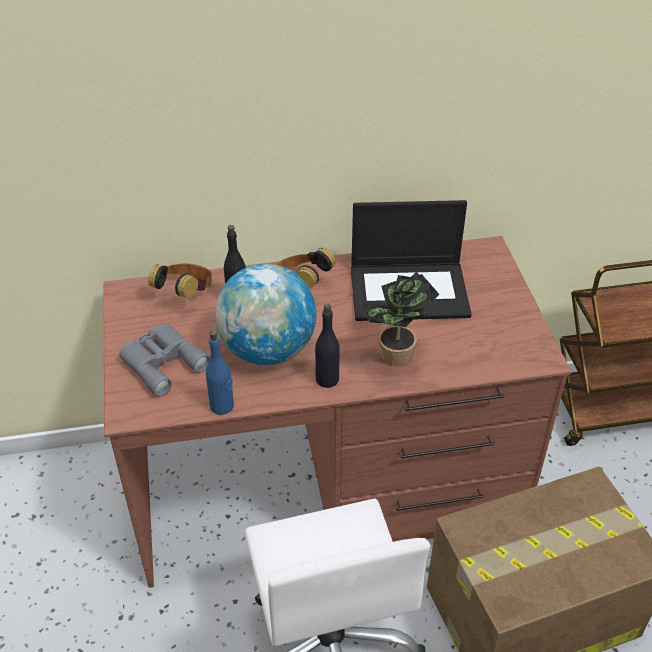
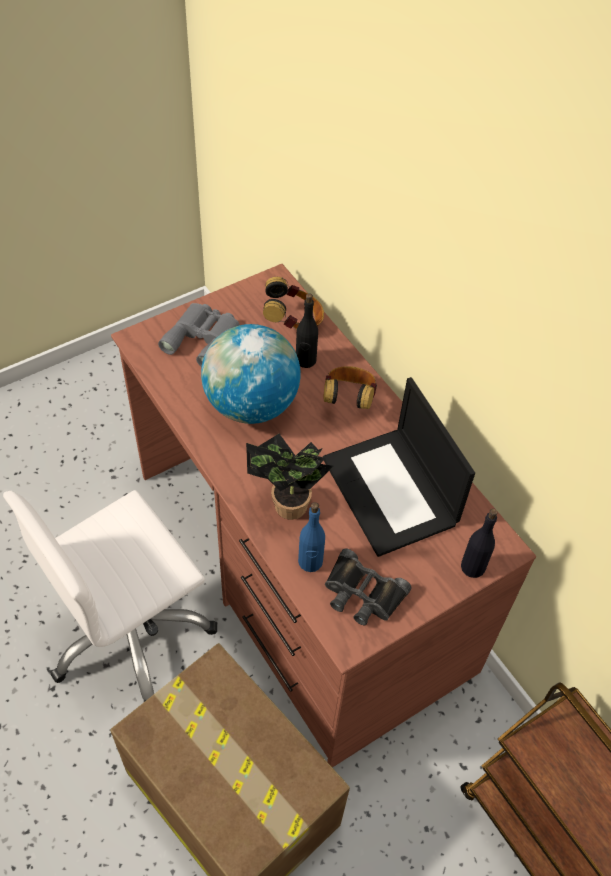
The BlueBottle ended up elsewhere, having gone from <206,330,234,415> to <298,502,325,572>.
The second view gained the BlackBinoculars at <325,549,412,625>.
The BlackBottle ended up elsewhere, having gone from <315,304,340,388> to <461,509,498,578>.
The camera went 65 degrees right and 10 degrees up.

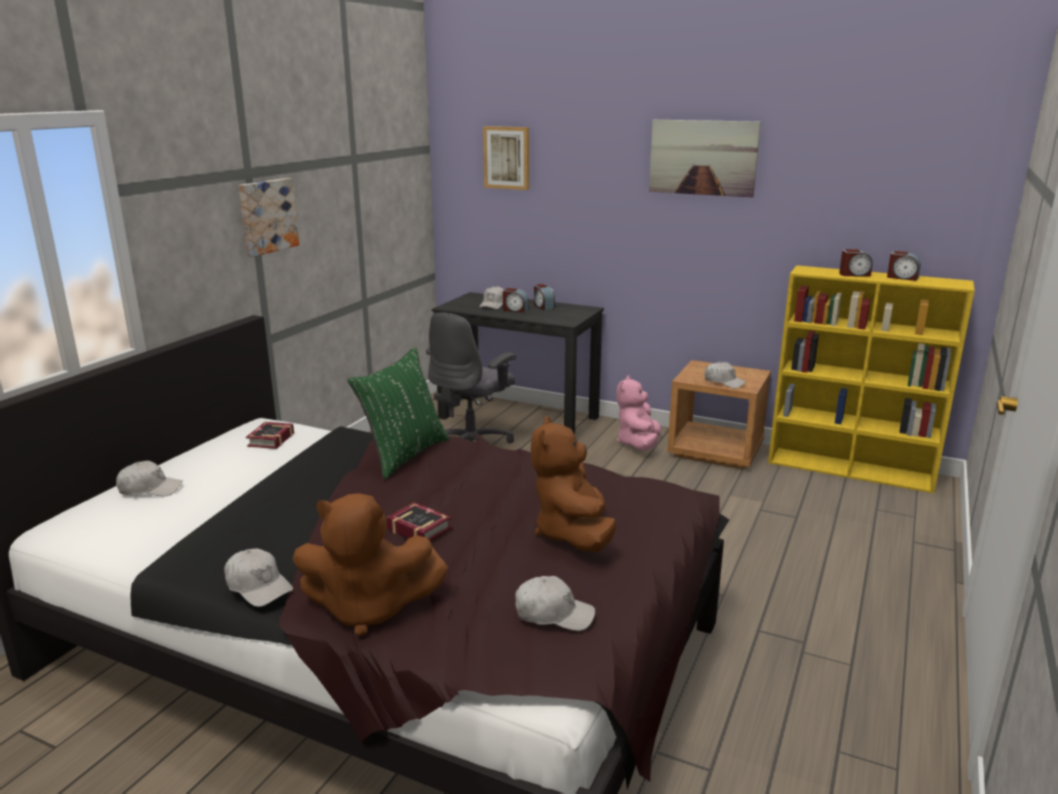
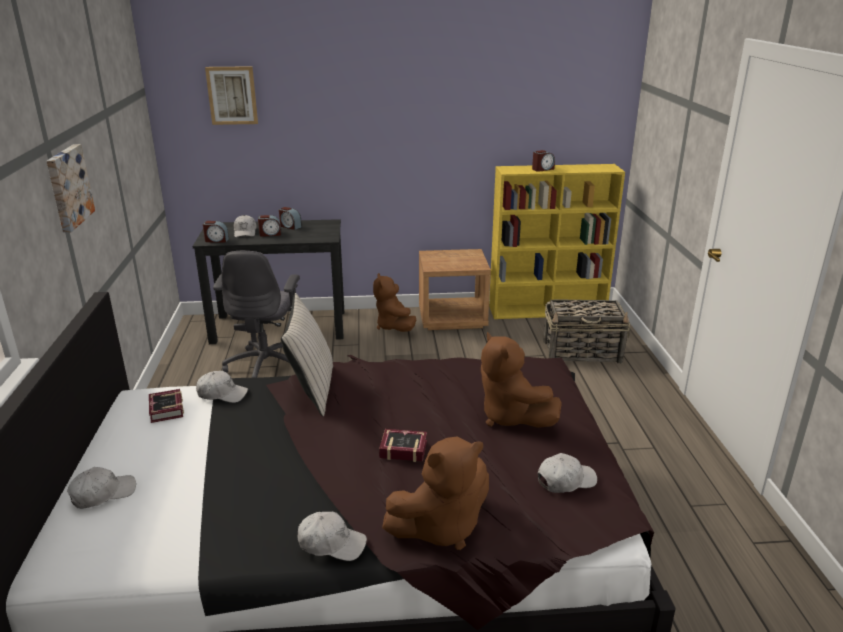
The WhiteCap ended up elsewhere, having gone from <705,362,746,389> to <196,371,248,403>.
The AlarmClock ended up elsewhere, having gone from <887,251,921,281> to <203,221,229,243>.
What was the GreenPillow at <347,347,449,480> turned into the BeigePillow at <281,293,333,417>.
What was the PinkPlushToy at <617,375,661,451> turned into the BrownPlushToy at <373,273,416,332>.
The second view gained the Basket at <543,300,630,364>.
The second view lost the Picture at <649,120,761,197>.
The camera went 30 degrees left and 5 degrees up.

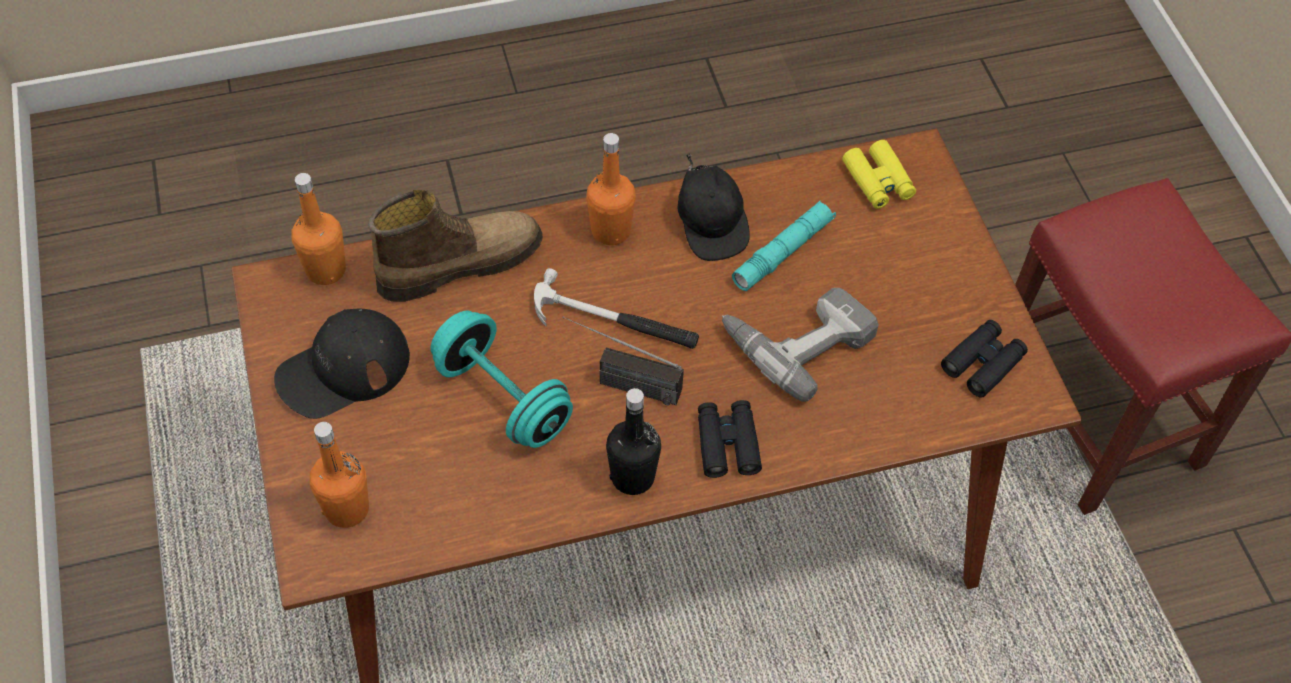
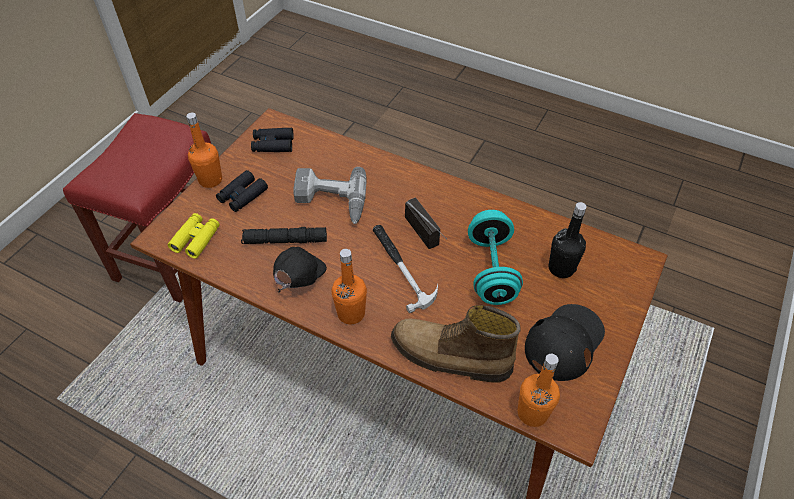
The OrangeBottle ended up elsewhere, having gone from <310,422,369,528> to <186,113,222,188>.
The BlackBinoculars ended up elsewhere, having gone from <698,400,762,478> to <216,170,268,212>.
What was the TurquoiseFlashlight at <732,201,836,291> turned into the BlackFlashlight at <241,227,327,244>.
The BlackCap at <274,309,410,419> ended up facing another way, 60 degrees counterclockwise from before.
The BlackBottle ended up elsewhere, having gone from <606,388,661,495> to <549,202,587,278>.
The camera went 135 degrees left and 5 degrees down.

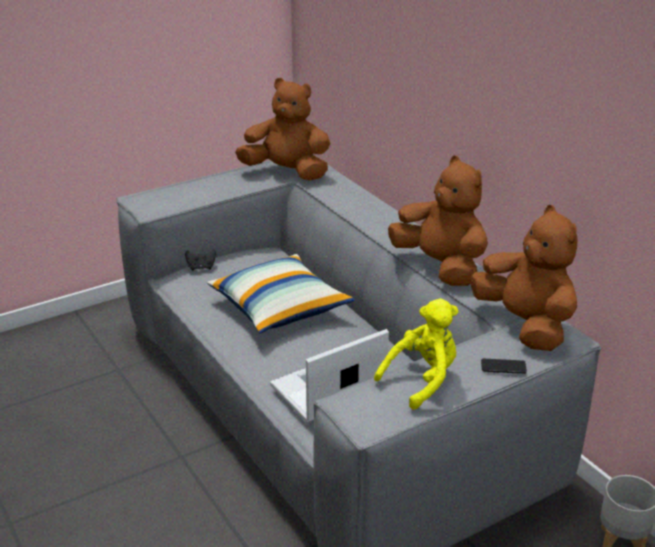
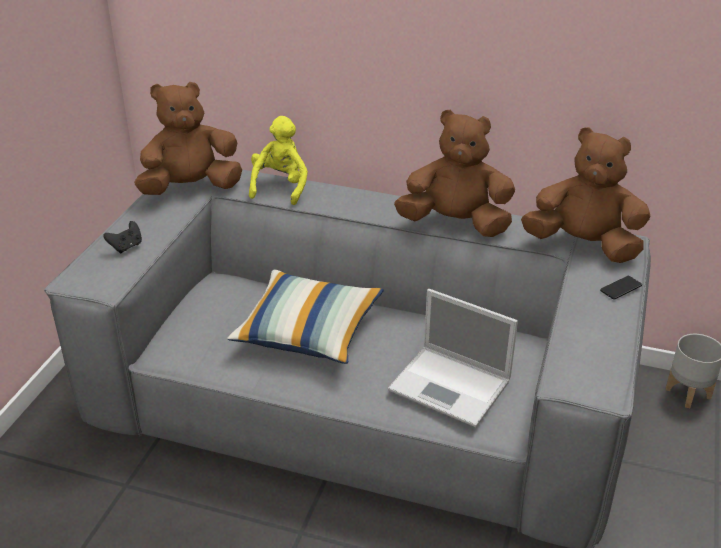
The BlackGameController ended up elsewhere, having gone from <185,249,216,270> to <103,221,142,253>.
The YellowPlushToy ended up elsewhere, having gone from <374,298,459,410> to <249,116,308,205>.
The Laptop at <270,329,389,422> ended up facing another way, 75 degrees counterclockwise from before.
The camera went 40 degrees left and 5 degrees up.

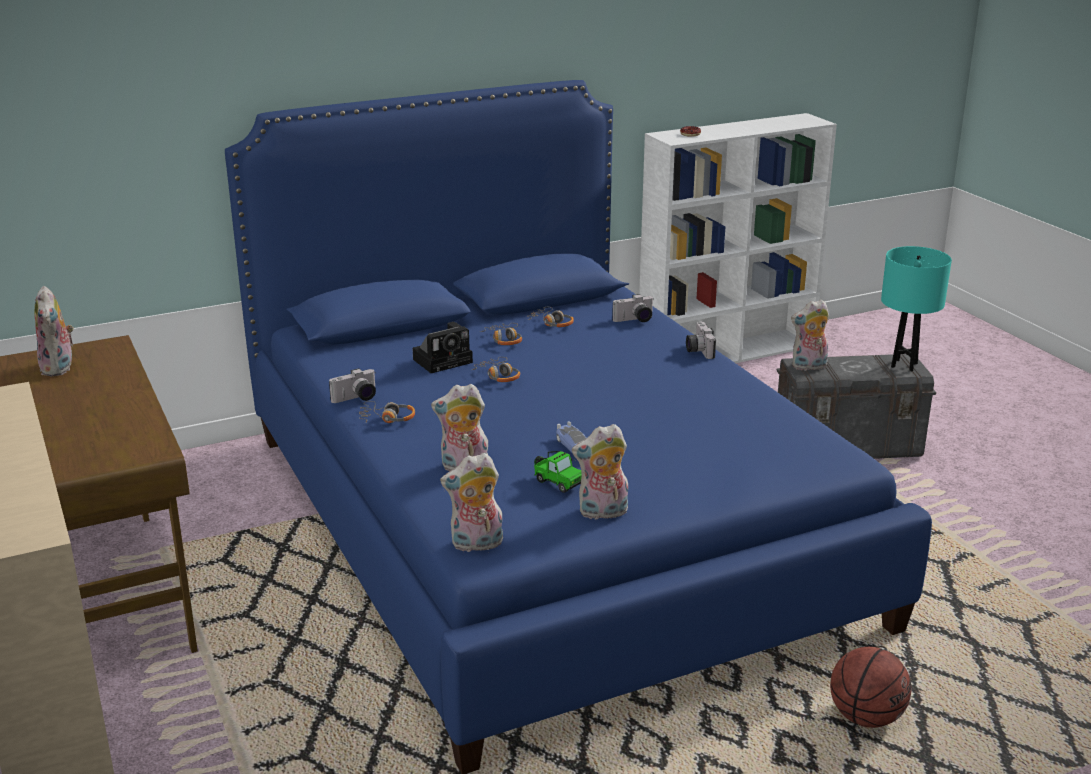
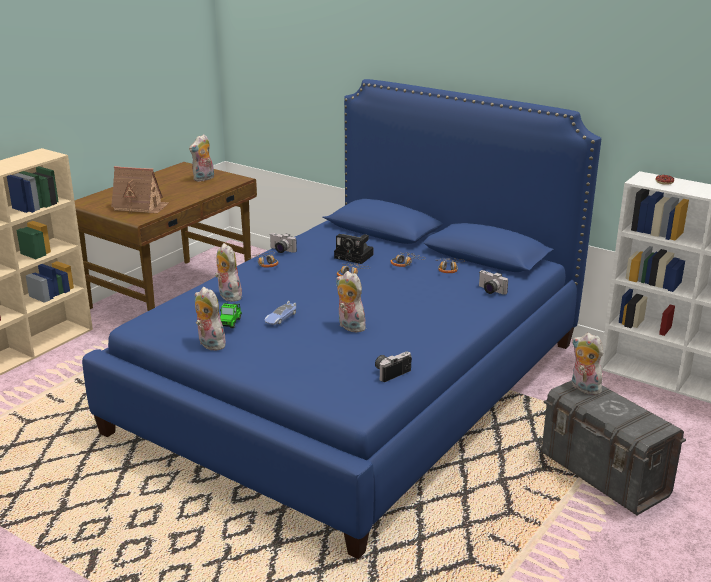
The second view gained the ToyHouse at <111,166,169,214>.
The PlushToy ended up elsewhere, having gone from <440,453,503,552> to <336,271,366,333>.
The PhotoCamera ended up elsewhere, having gone from <686,322,716,359> to <375,352,412,382>.
The second view lost the Basketball at <830,647,911,728>.
The second view lost the TurquoiseTableLamp at <881,246,952,372>.
The camera went 60 degrees right and 0 degrees up.

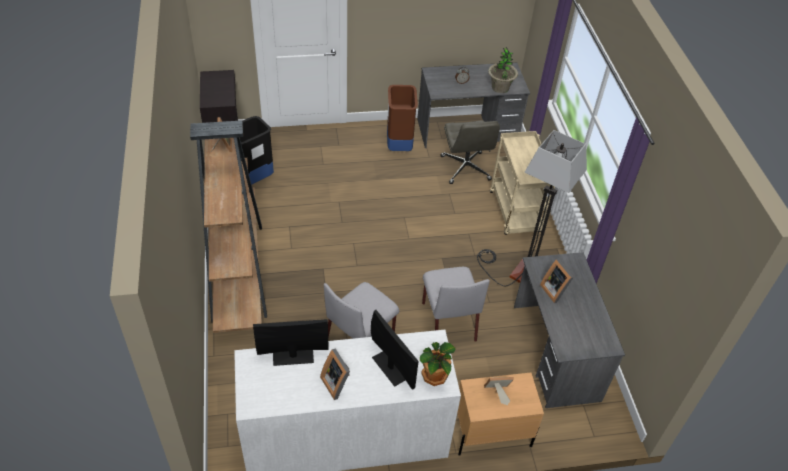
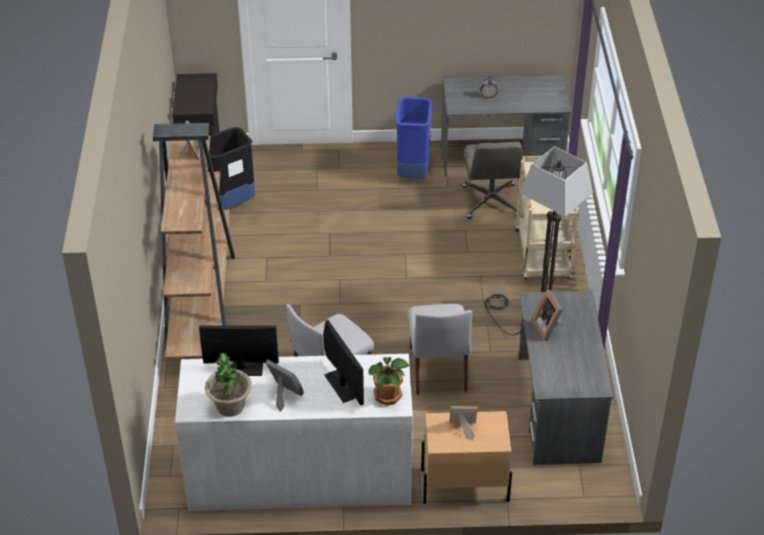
The PottedPlant ended up elsewhere, having gone from <488,47,518,93> to <205,353,252,417>.
The PictureFrame at <320,349,350,400> ended up facing another way, 150 degrees clockwise from before.
What was the BrownTrashCan at <387,85,418,151> turned into the BlueTrashCan at <396,97,433,178>.
The camera went 10 degrees right and 5 degrees down.

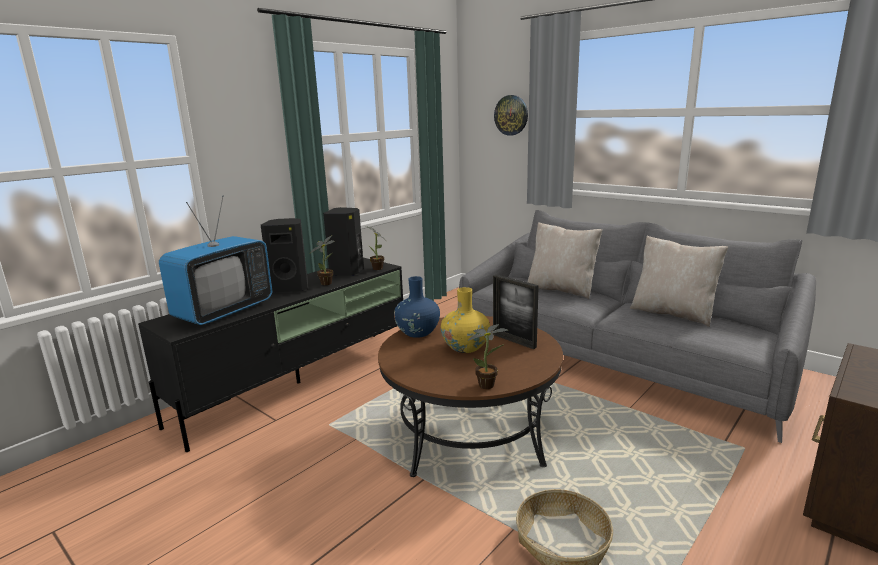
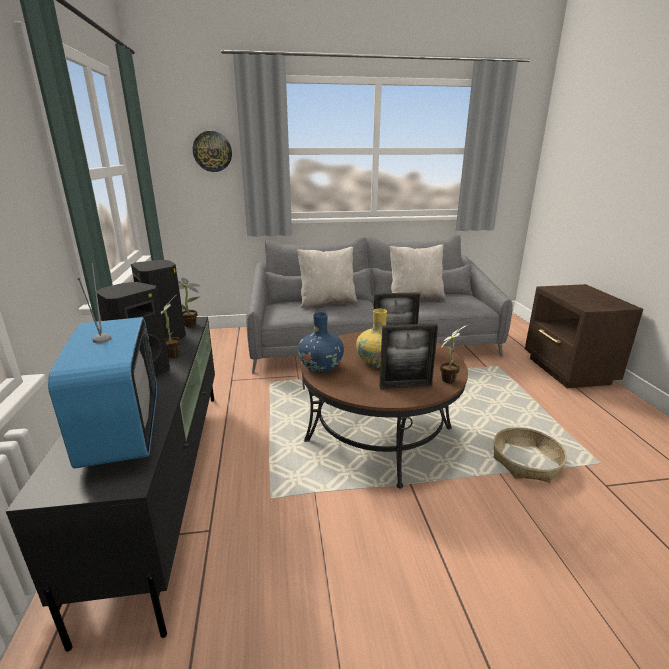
The second view gained the PictureFrame at <379,323,438,389>.
The camera went 50 degrees left and 5 degrees up.

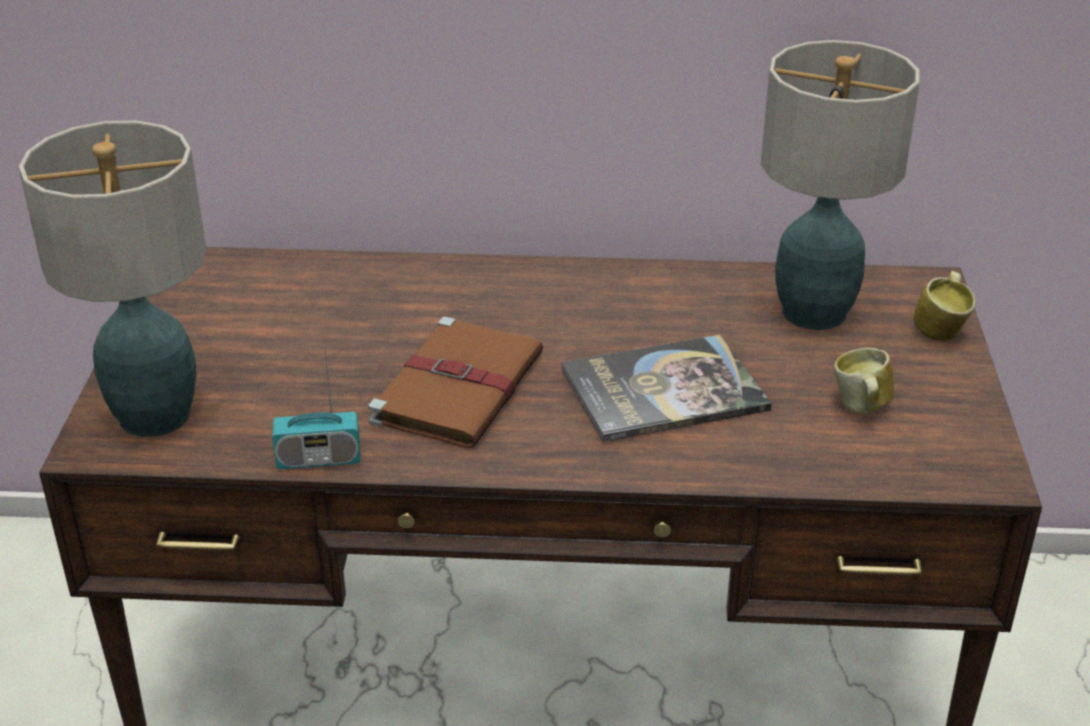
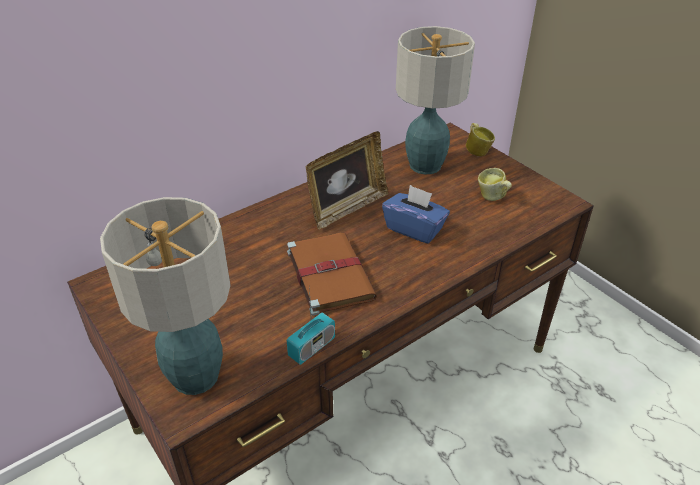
The second view gained the PictureFrame at <305,131,389,230>.
Where the Book stood at <561,335,772,442>, the BlueTissueBox came to stand at <382,185,450,244>.
The camera went 40 degrees left and 5 degrees up.

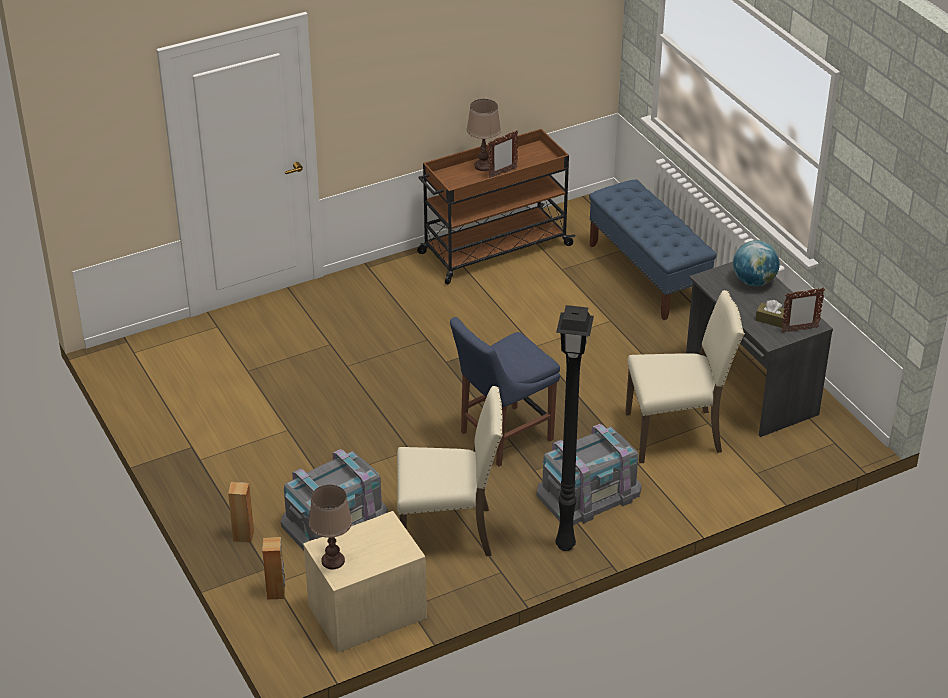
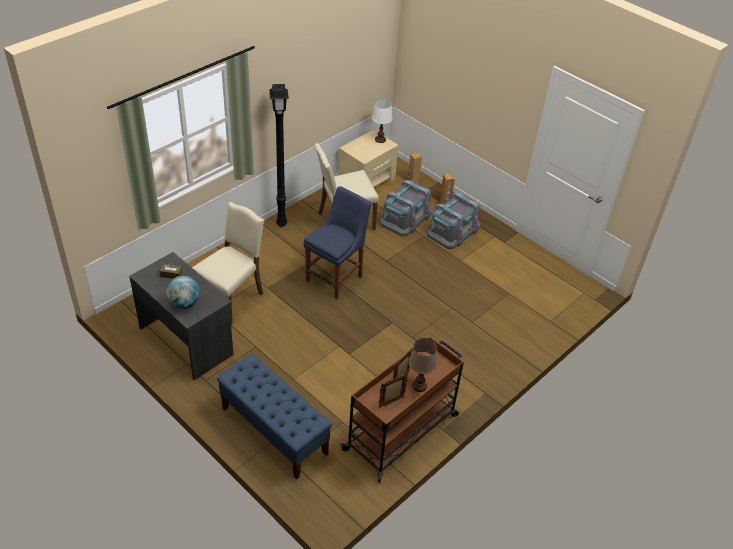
The BeigeChair at <625,290,745,463> ended up facing another way, 150 degrees clockwise from before.
What was the BrownTableLamp at <309,485,352,569> turned into the WhiteTableLamp at <372,99,393,143>.
The PictureFrame ended up elsewhere, having gone from <781,288,825,333> to <378,373,408,408>.
The GreyStorageBox ended up elsewhere, having gone from <536,424,642,525> to <427,192,481,249>.
The camera went 160 degrees right and 5 degrees up.

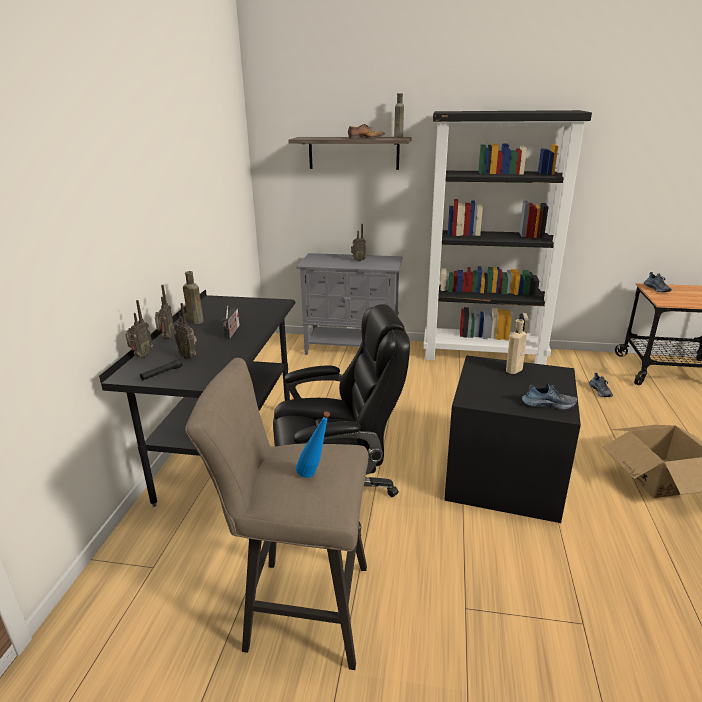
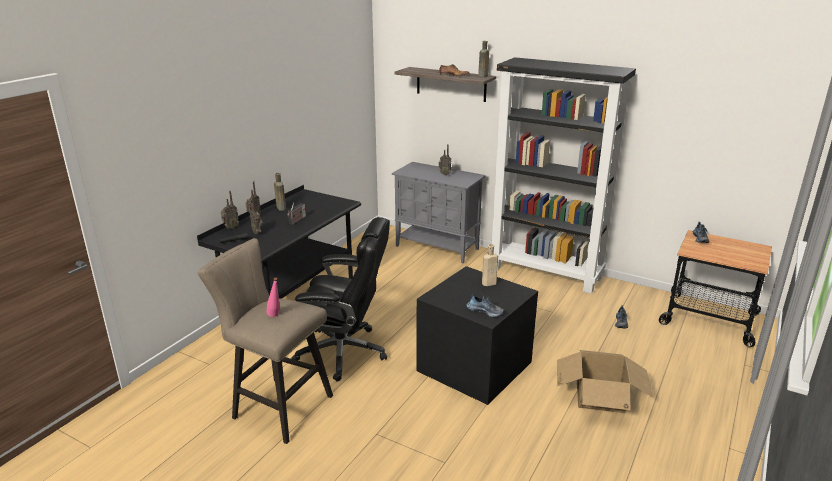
What was the BlueBottle at <296,411,330,478> turned into the PinkBottle at <267,277,280,317>.
The camera went 20 degrees right and 0 degrees up.

